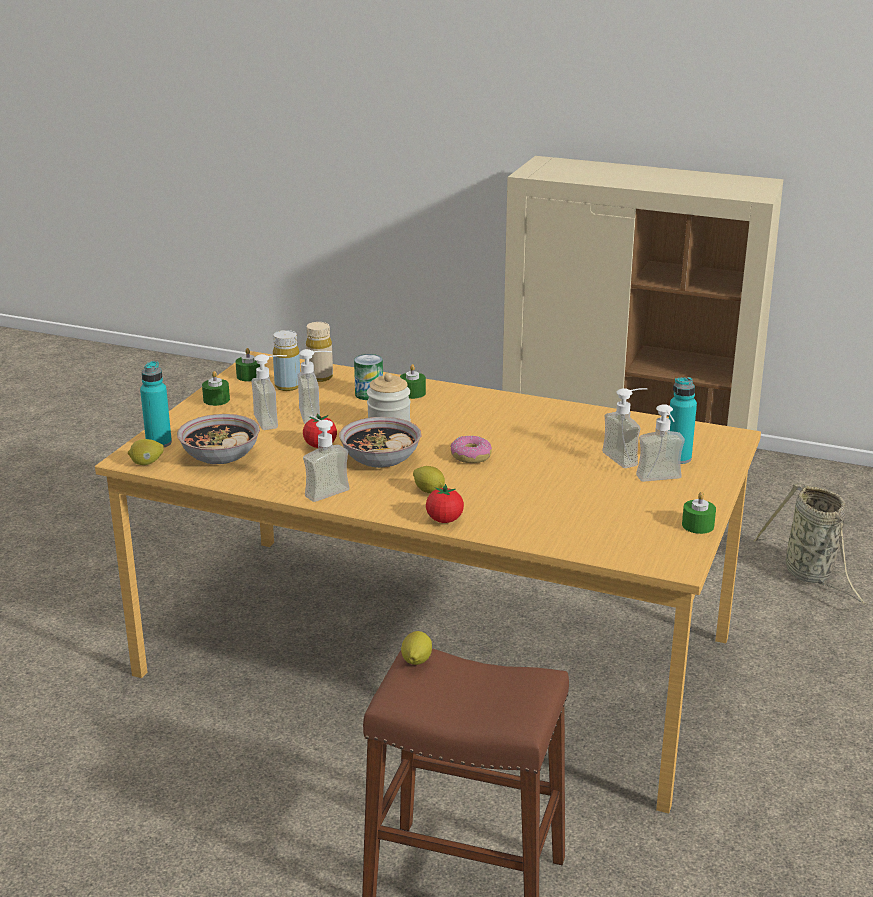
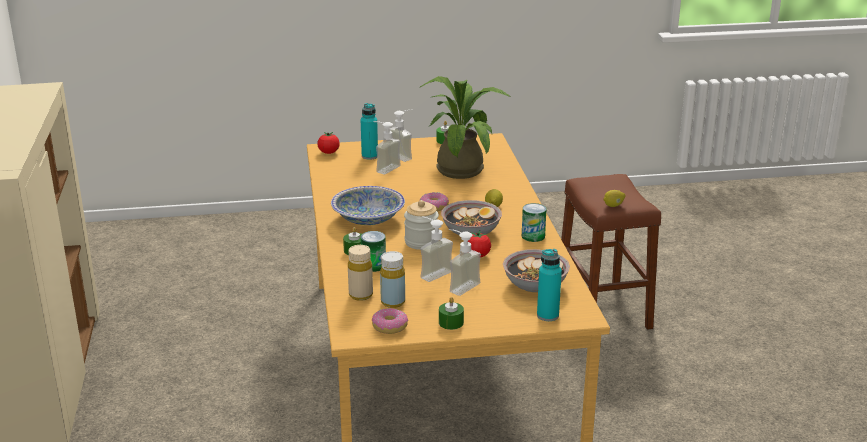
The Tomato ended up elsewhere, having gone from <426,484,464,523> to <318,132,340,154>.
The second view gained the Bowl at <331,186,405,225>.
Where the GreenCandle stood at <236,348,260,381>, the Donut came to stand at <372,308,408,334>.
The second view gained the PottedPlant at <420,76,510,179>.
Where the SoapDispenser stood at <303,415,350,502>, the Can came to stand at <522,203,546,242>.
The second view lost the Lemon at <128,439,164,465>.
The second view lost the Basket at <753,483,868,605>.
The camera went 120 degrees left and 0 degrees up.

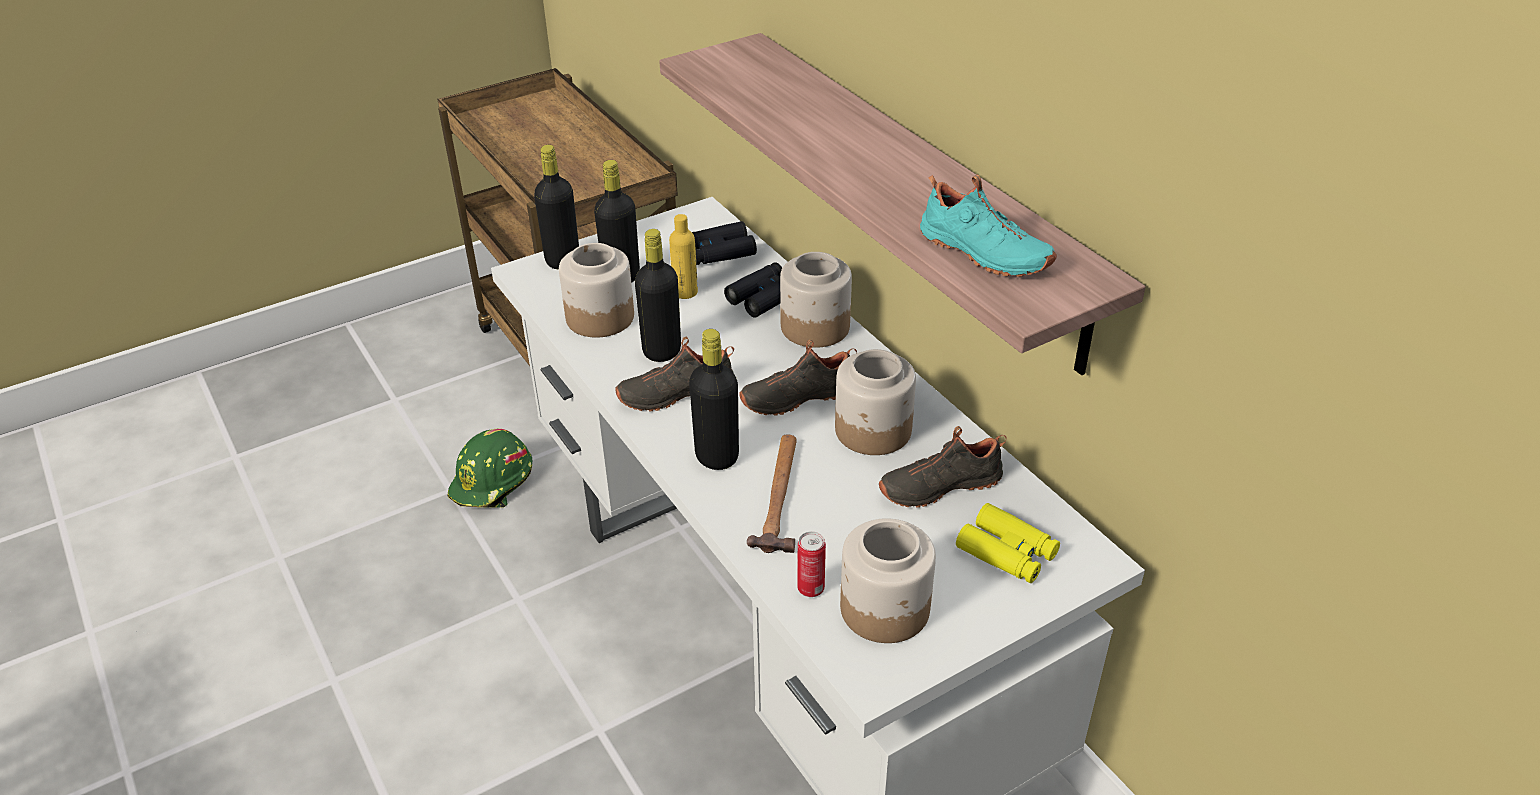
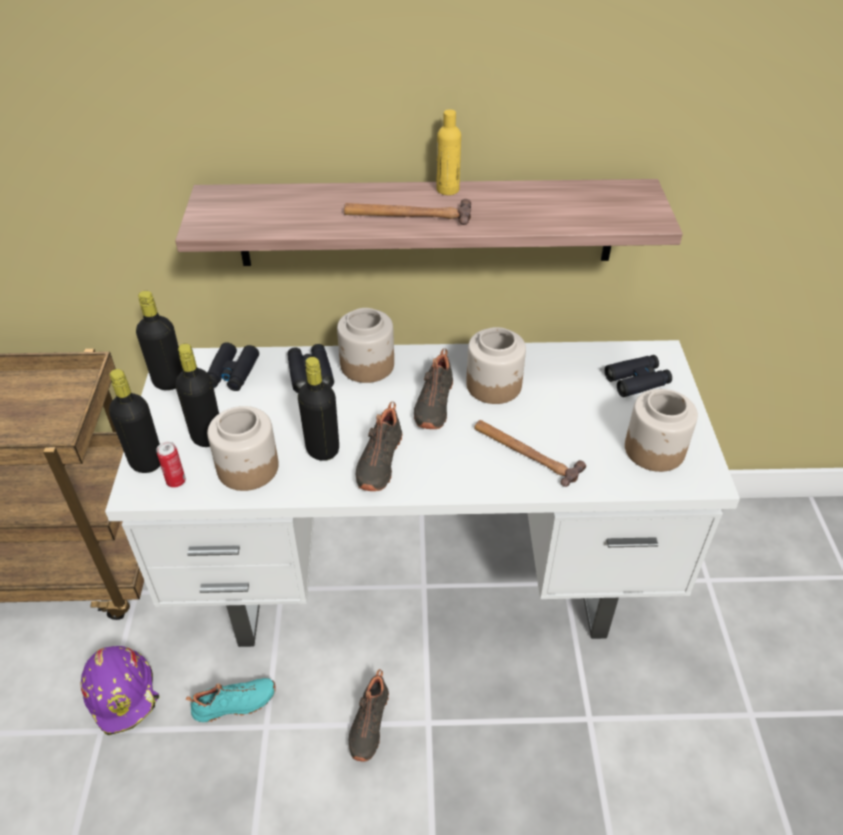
What was the GreenHardHat at <448,429,532,508> turned into the PurpleHardHat at <81,646,159,735>.
The BlackBottle ended up elsewhere, having gone from <689,329,739,470> to <136,291,183,390>.
The Can ended up elsewhere, having gone from <797,532,826,597> to <157,442,186,488>.
The TurquoiseShoe ended up elsewhere, having gone from <920,174,1057,277> to <186,678,276,722>.
The second view gained the Hammer at <344,199,471,225>.
The BlackShoe ended up elsewhere, having gone from <879,426,1007,508> to <349,669,389,761>.
The YellowBottle ended up elsewhere, having gone from <669,214,698,299> to <437,109,461,195>.
What was the YellowBinoculars at <956,503,1060,583> turned into the BlackBinoculars at <605,355,672,397>.
The camera went 60 degrees left and 5 degrees up.

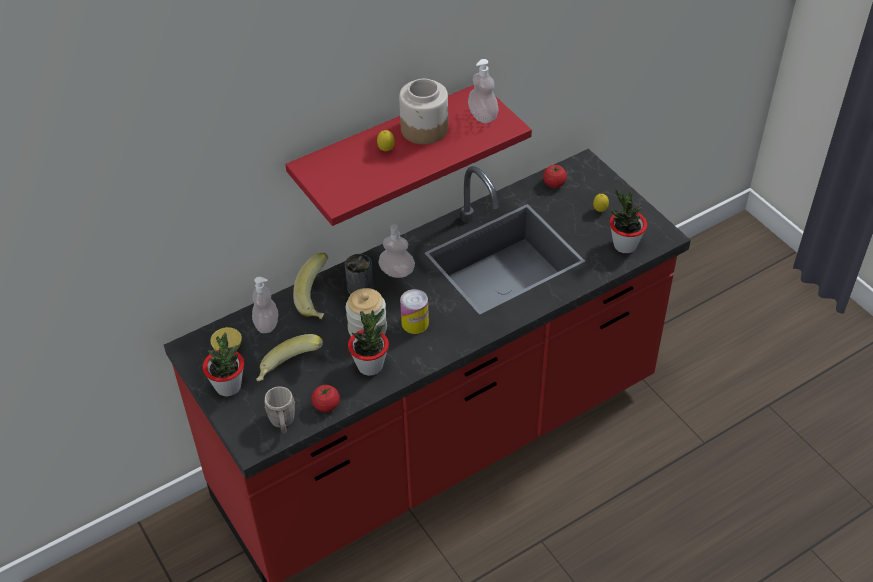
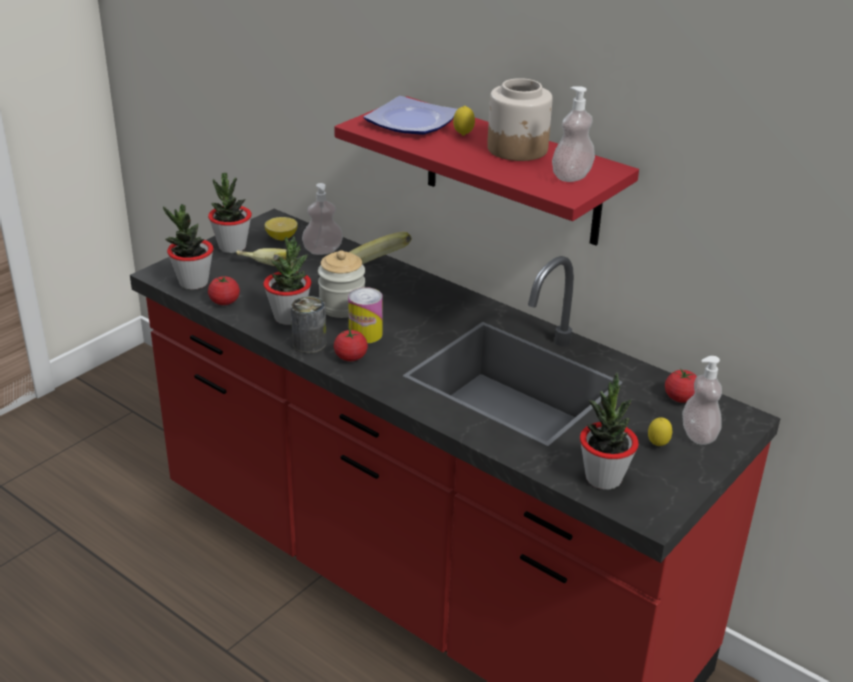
Where the GreyMug stood at <264,386,295,434>, the PottedPlant came to stand at <163,204,213,290>.
The Can ended up elsewhere, having gone from <345,254,374,295> to <291,296,327,353>.
The second view gained the Tomato at <334,329,368,361>.
The second view gained the Plate at <363,96,457,135>.
The SoapDispenser ended up elsewhere, having gone from <378,224,415,278> to <682,356,722,445>.
The camera went 70 degrees right and 15 degrees down.

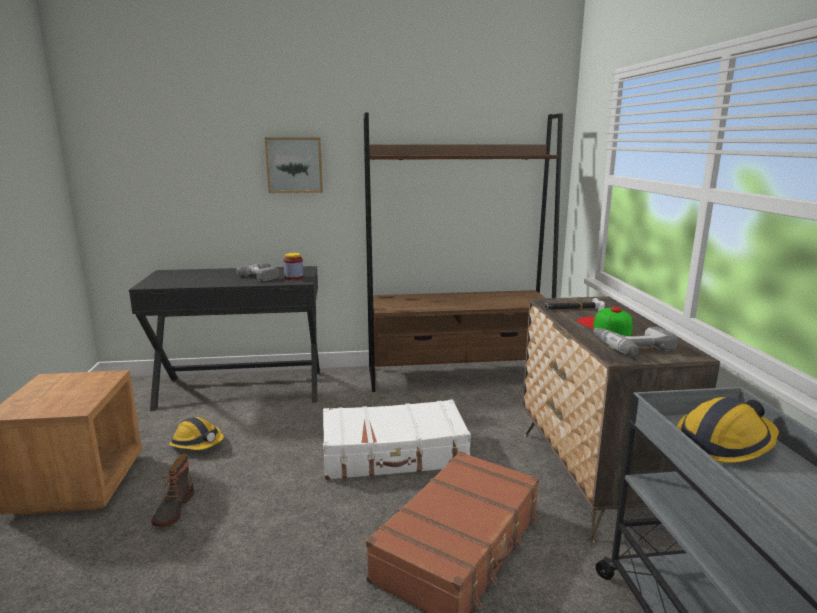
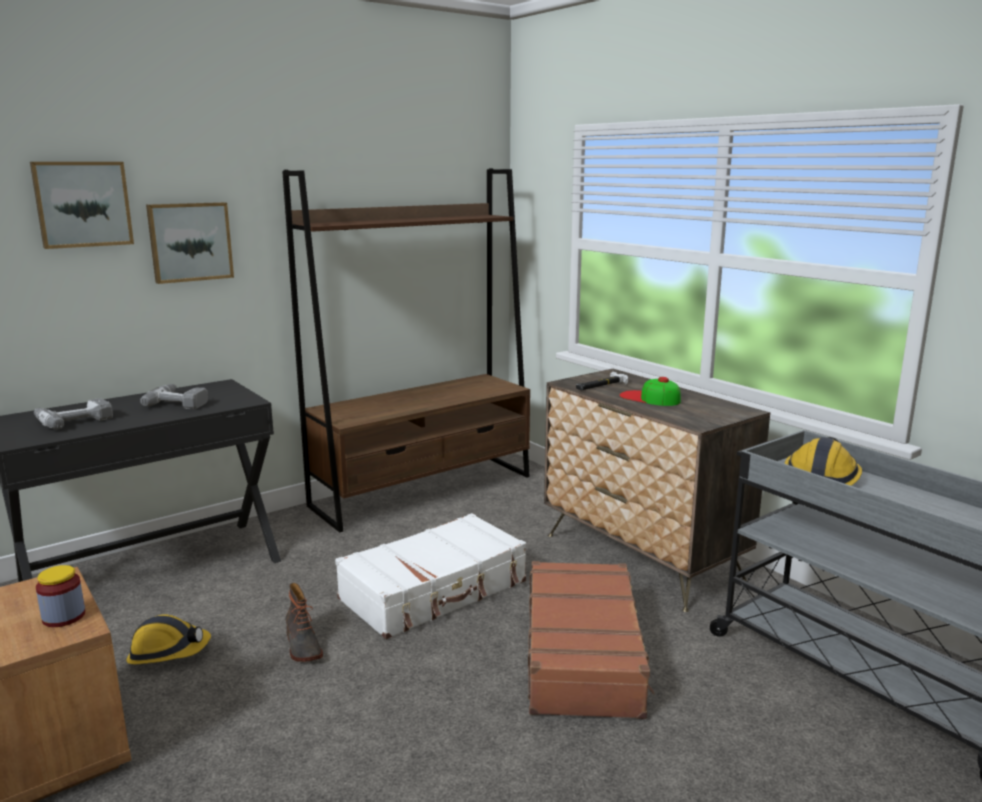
The second view gained the Picture at <30,162,134,249>.
The PowerDrill ended up elsewhere, having gone from <593,327,677,356> to <34,398,113,429>.
The Jar ended up elsewhere, having gone from <284,253,304,280> to <36,565,85,627>.
The Boot ended up elsewhere, having gone from <151,453,194,527> to <285,583,323,662>.
The camera went 30 degrees left and 0 degrees up.

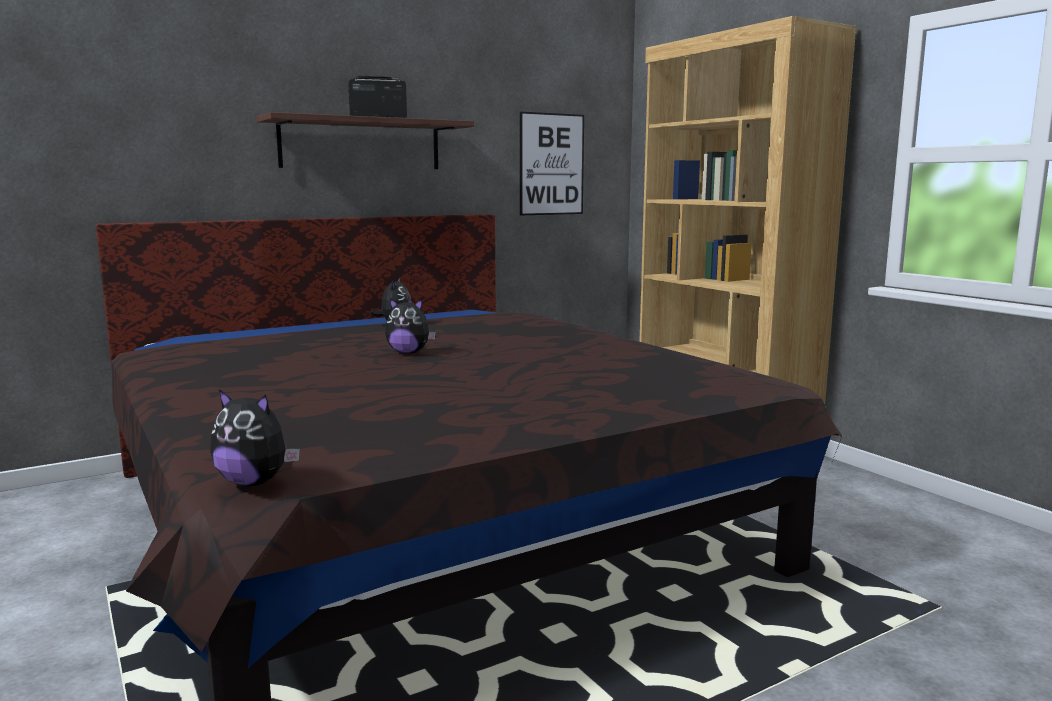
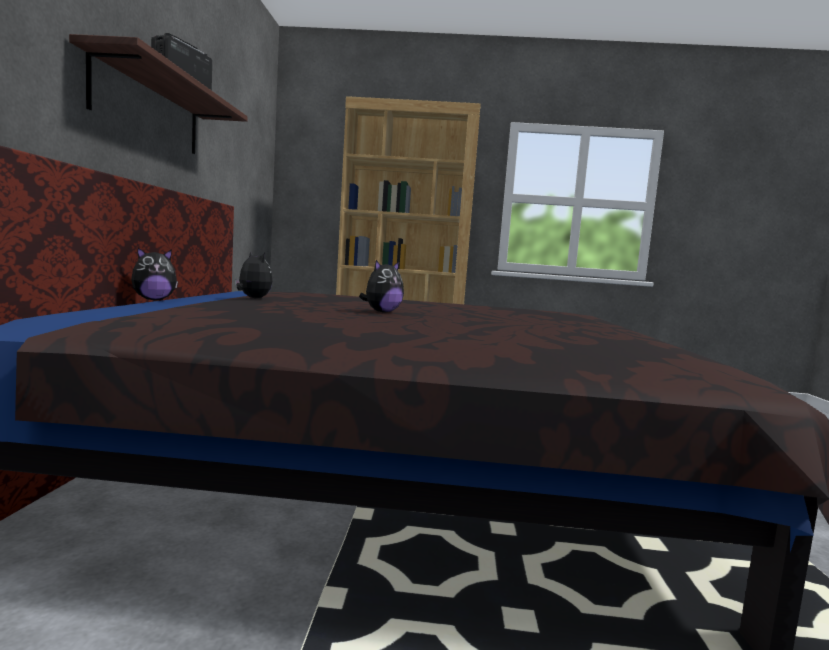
The PlushToy ended up elsewhere, having gone from <210,389,300,486> to <131,247,178,301>.
The second view lost the Picture at <520,112,584,215>.
The camera went 55 degrees left and 5 degrees down.

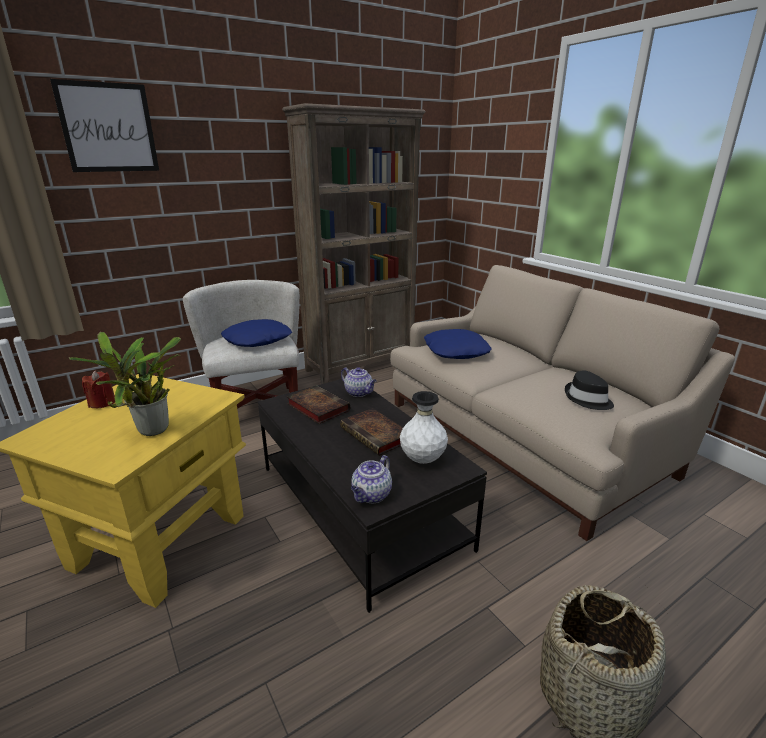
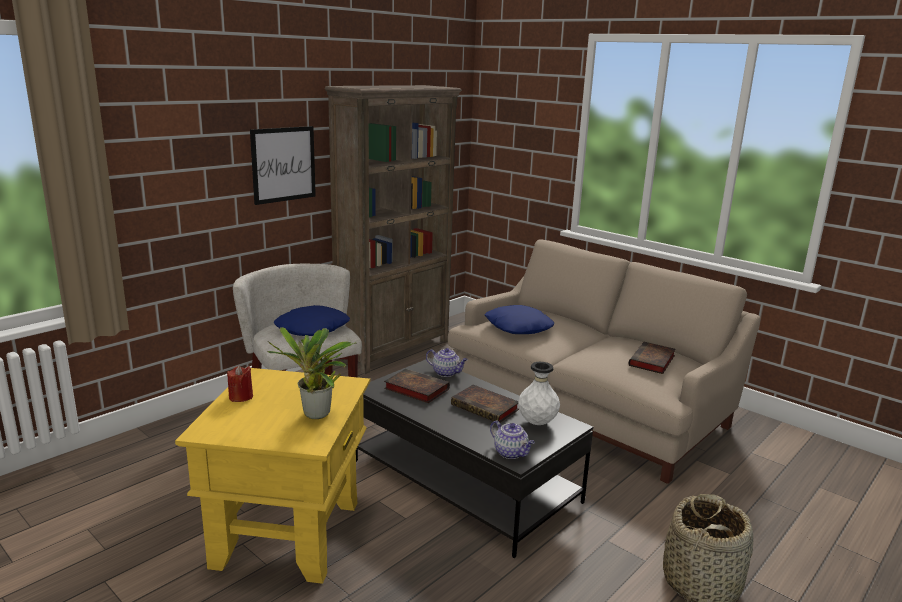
The Picture ended up elsewhere, having gone from <50,79,159,172> to <250,126,316,205>.
The Teapot at <351,455,392,503> ended up facing another way, 60 degrees counterclockwise from before.
Where the BlackHat stood at <565,371,614,410>, the Book came to stand at <629,342,676,374>.
The camera went 15 degrees left and 5 degrees down.

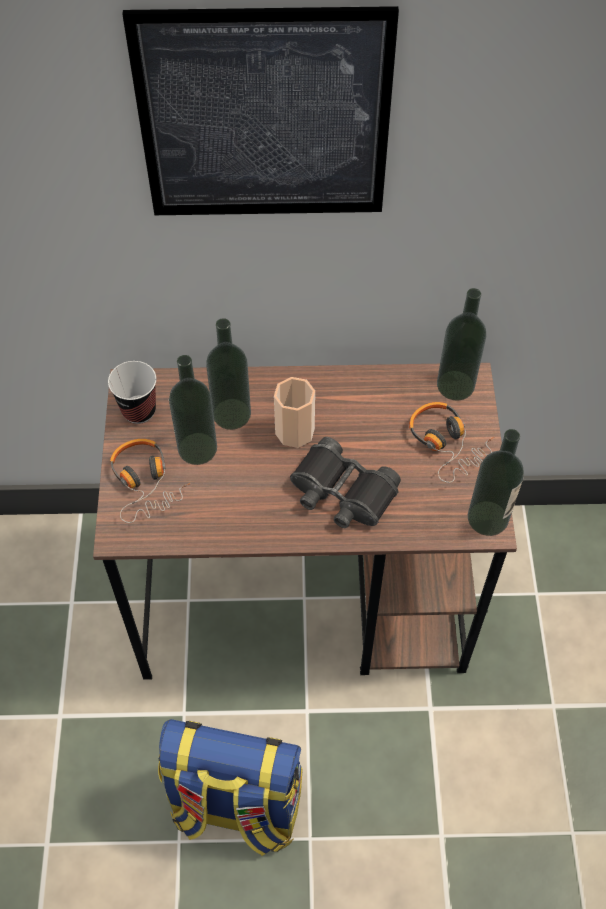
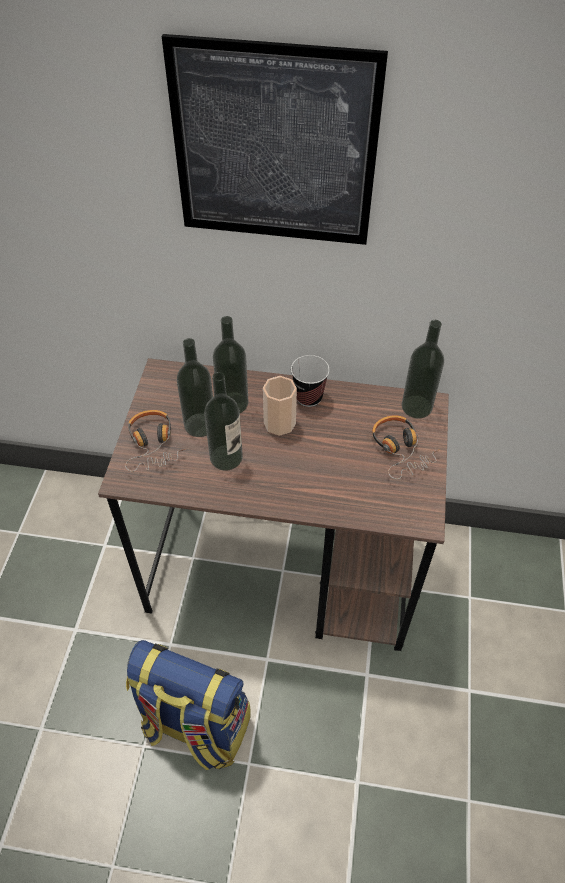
The Bottle ended up elsewhere, having gone from <468,429,524,536> to <204,372,243,471>.
The Cup ended up elsewhere, having gone from <108,361,156,424> to <291,355,329,407>.
The second view lost the BlackBinoculars at <290,437,401,528>.
The camera went 10 degrees right and 5 degrees down.

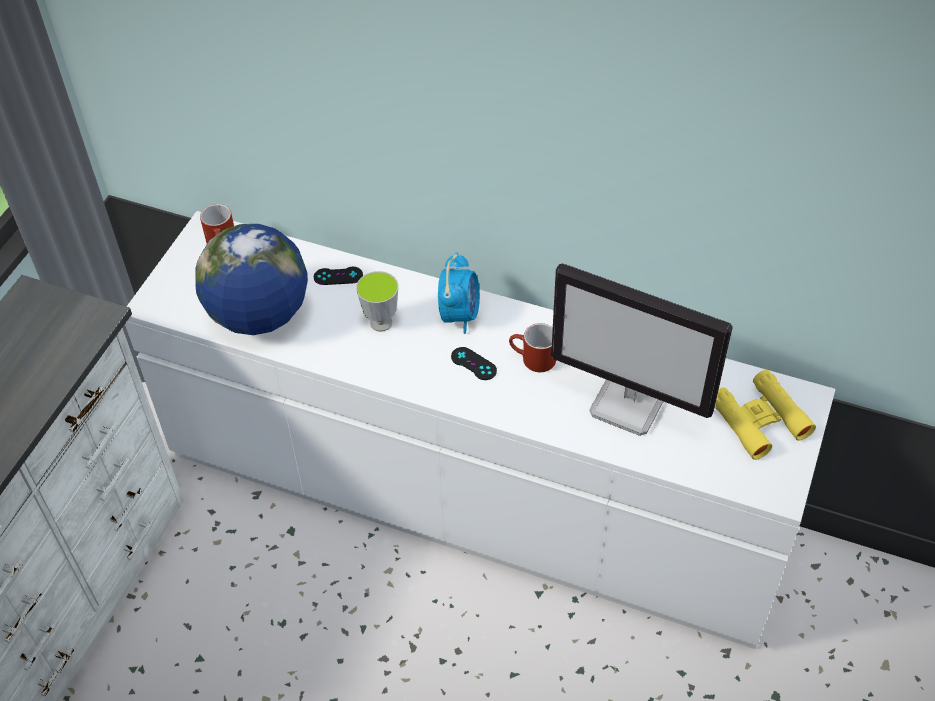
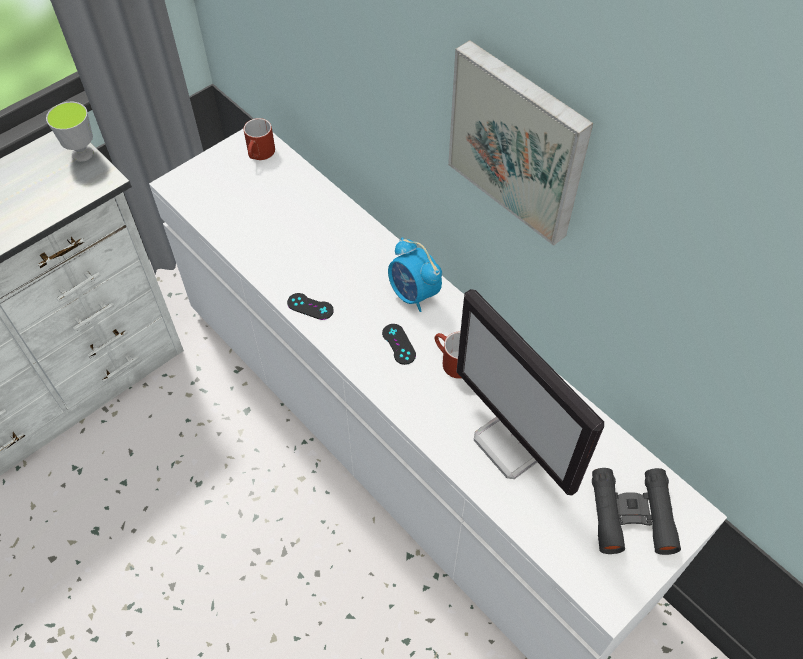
The Cup ended up elsewhere, having gone from <356,271,399,332> to <46,102,93,162>.
The BlackGameController ended up elsewhere, having gone from <314,267,363,285> to <287,293,334,320>.
The AlarmClock at <438,252,480,334> ended up facing another way, 105 degrees clockwise from before.
The second view gained the Picture at <448,40,593,246>.
What was the YellowBinoculars at <715,370,816,460> turned into the BlackBinoculars at <592,468,681,555>.
The second view lost the Globe at <195,224,308,335>.
The camera went 25 degrees right and 5 degrees up.

